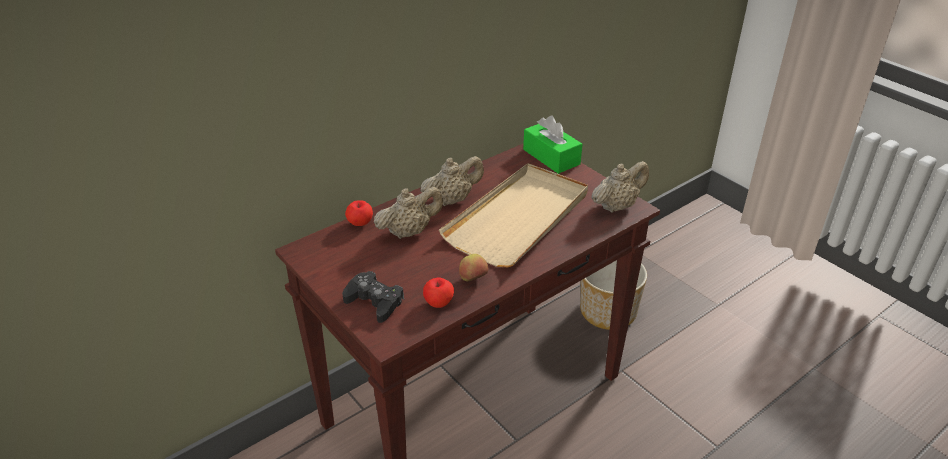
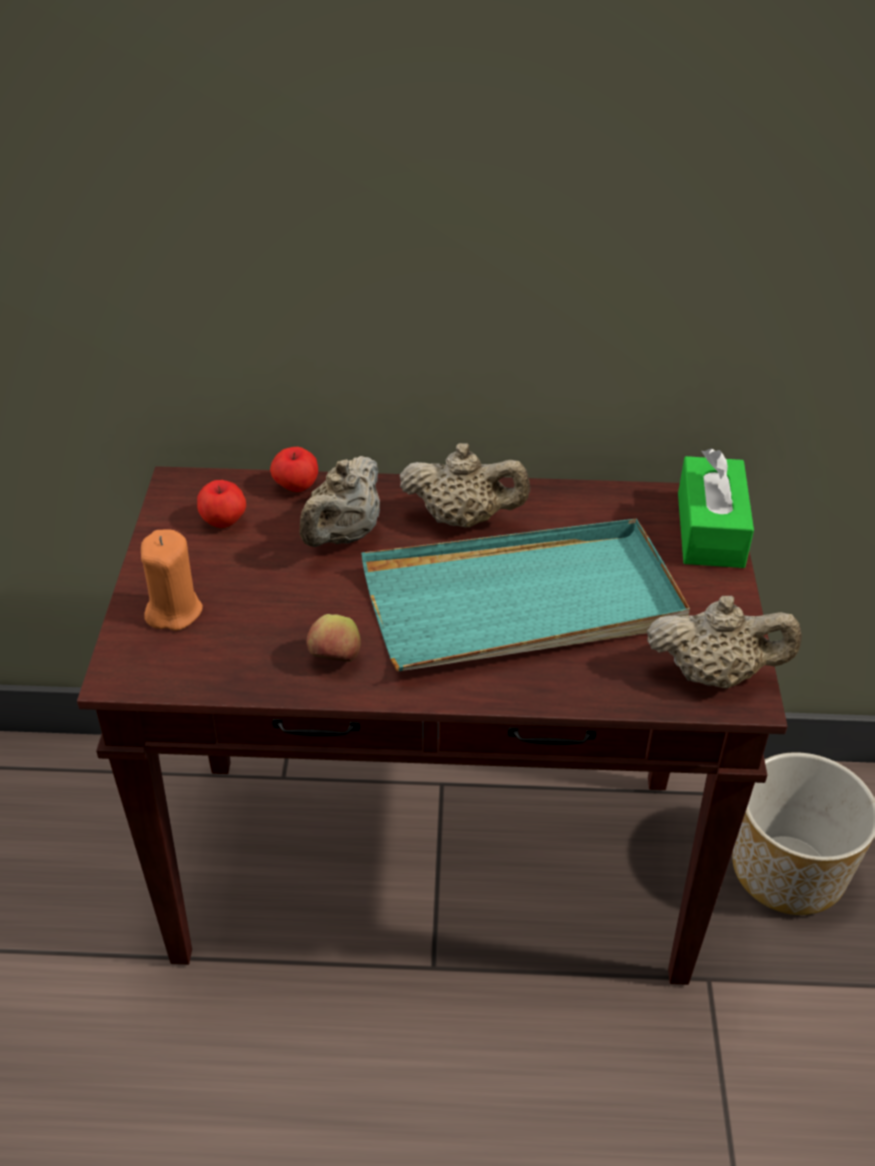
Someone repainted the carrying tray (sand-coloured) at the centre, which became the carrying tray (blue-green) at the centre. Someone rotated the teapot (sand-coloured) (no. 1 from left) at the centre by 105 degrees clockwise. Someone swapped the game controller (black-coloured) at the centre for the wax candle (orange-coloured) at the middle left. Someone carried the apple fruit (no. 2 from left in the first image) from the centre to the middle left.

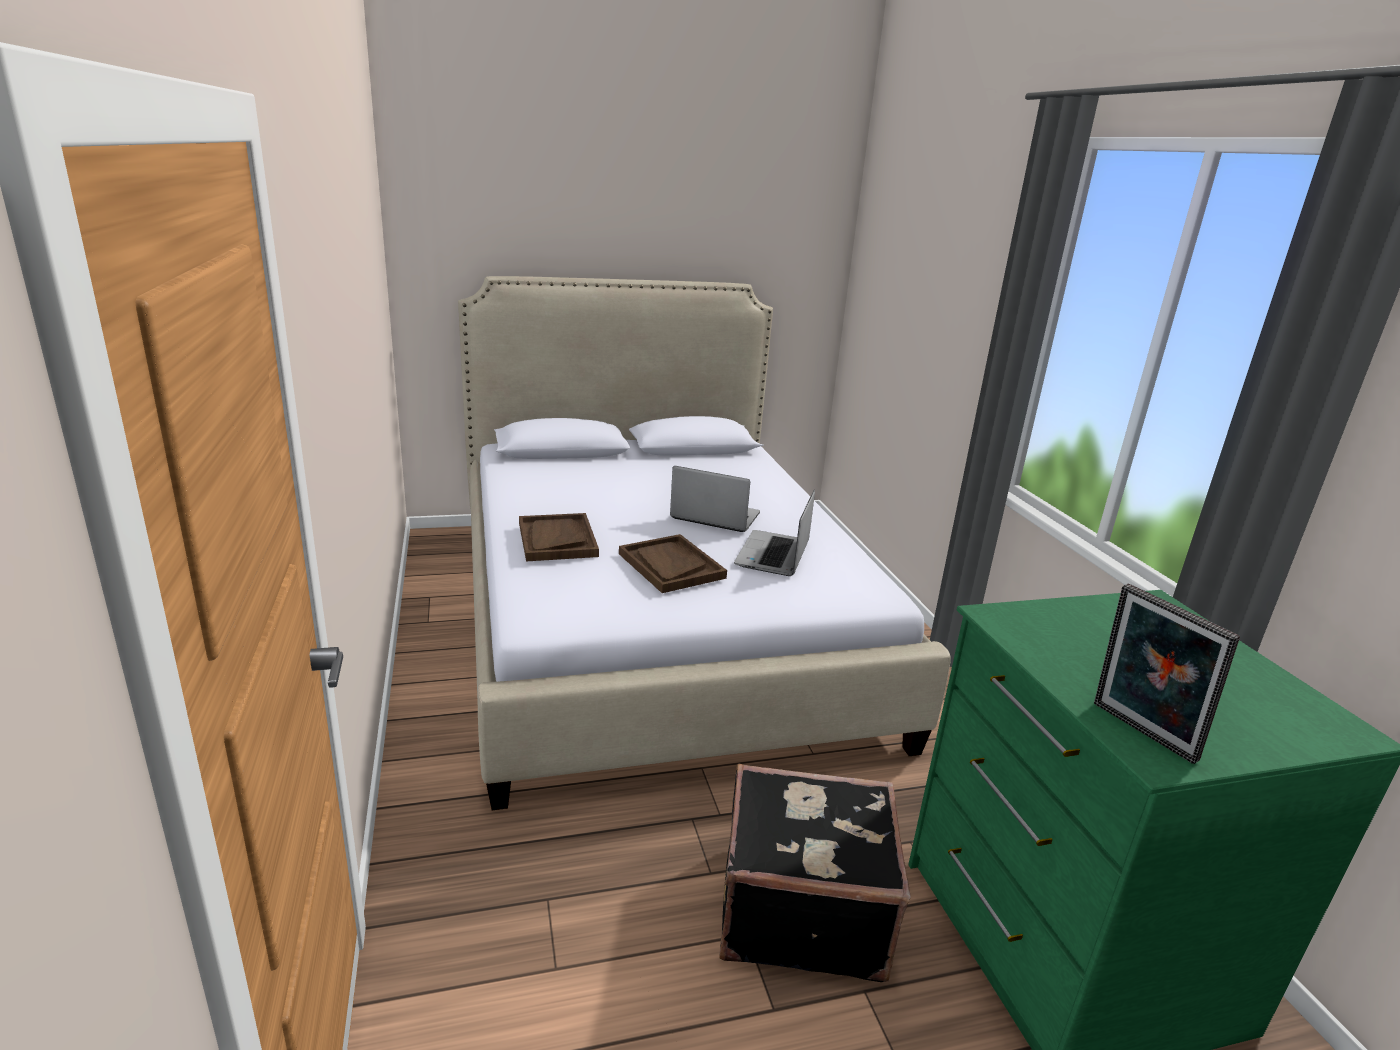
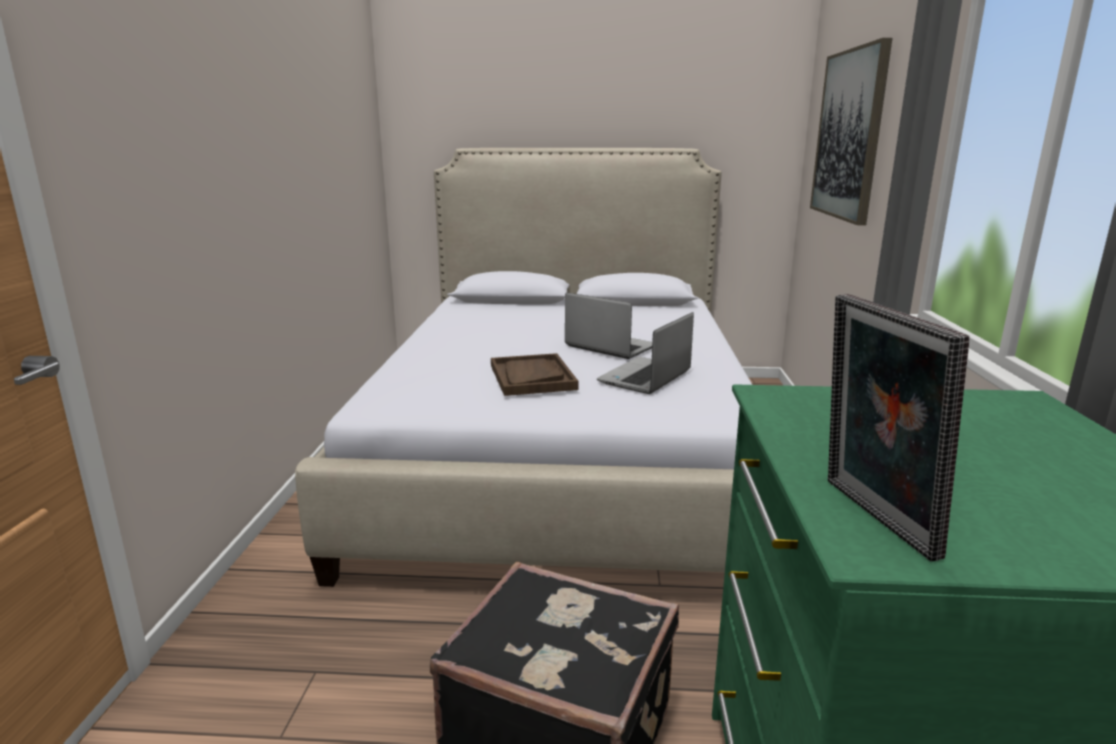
Someone took away the carrying tray (brownish) (no. 1 from left) at the centre. Someone put up the picture at the top right.

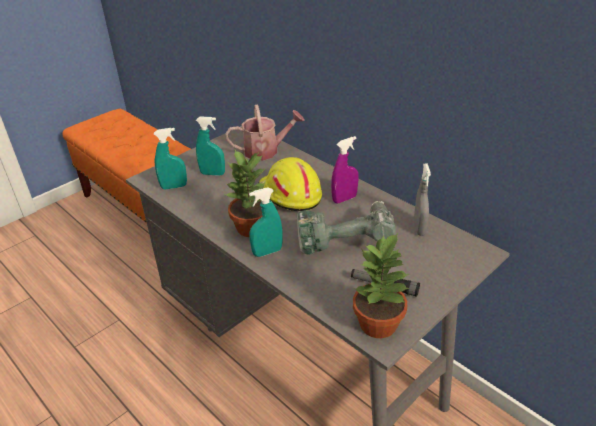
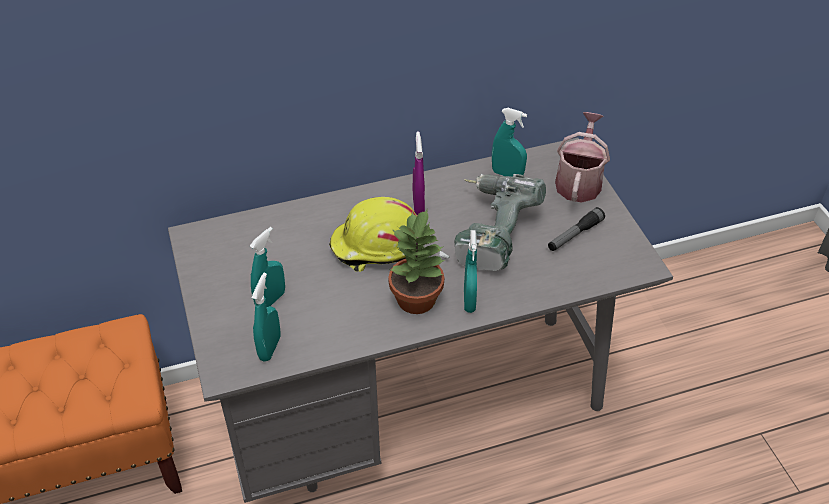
Someone carried the watering can from the top centre to the top right. Someone repainted the sprayer (greyish) at the middle right, which became the sprayer (blue-green) (no. 4 from left) at the top centre. Someone took away the plant in a pot (no. 2 from left) at the bottom centre.

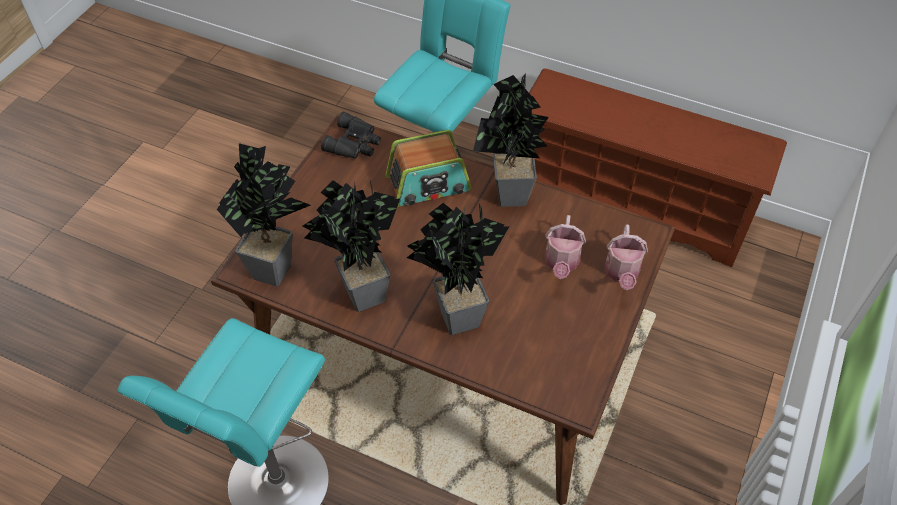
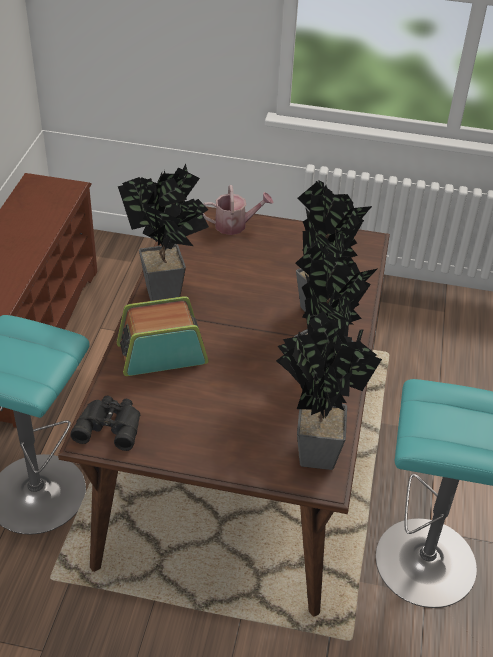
Someone rotated the radio at the top centre by 75 degrees counterclockwise. Someone took away the watering can (no. 1 from left) at the centre.

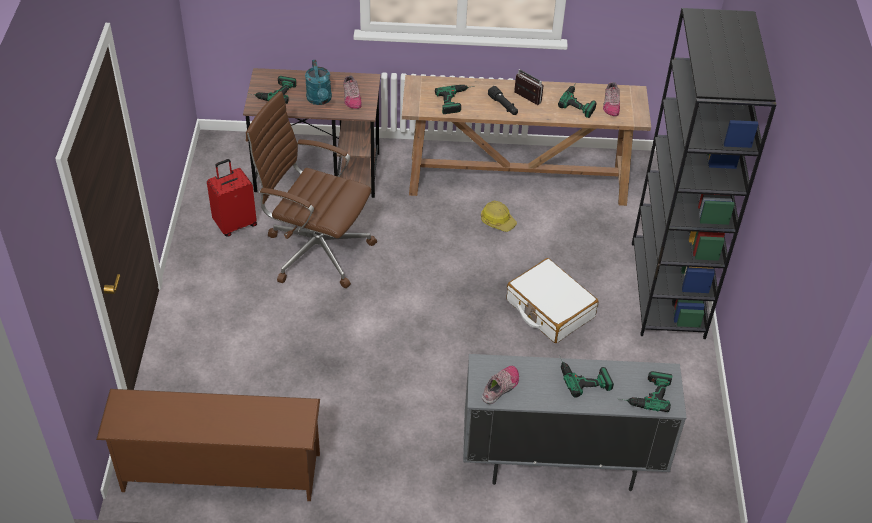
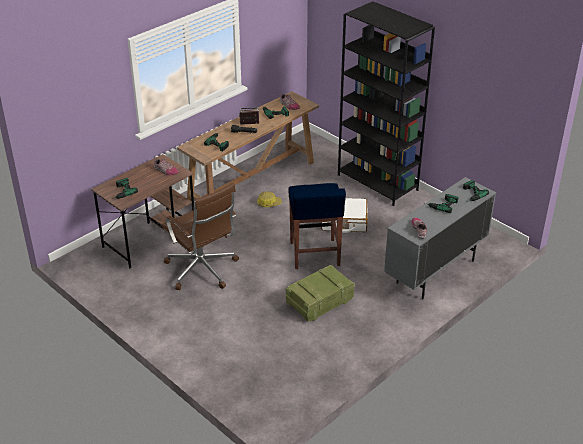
Someone took away the watering can (blue-green) at the top centre. Someone rotated the computer chair (brownish) at the centre by 105 degrees counterclockwise. Someone took away the travel case (red-coloured) at the middle left. Someone took away the shoe rack (brownish) at the bottom left. Someone put down the stool seat (blue-coloured) at the centre. Someone put down the shipping crate at the centre.

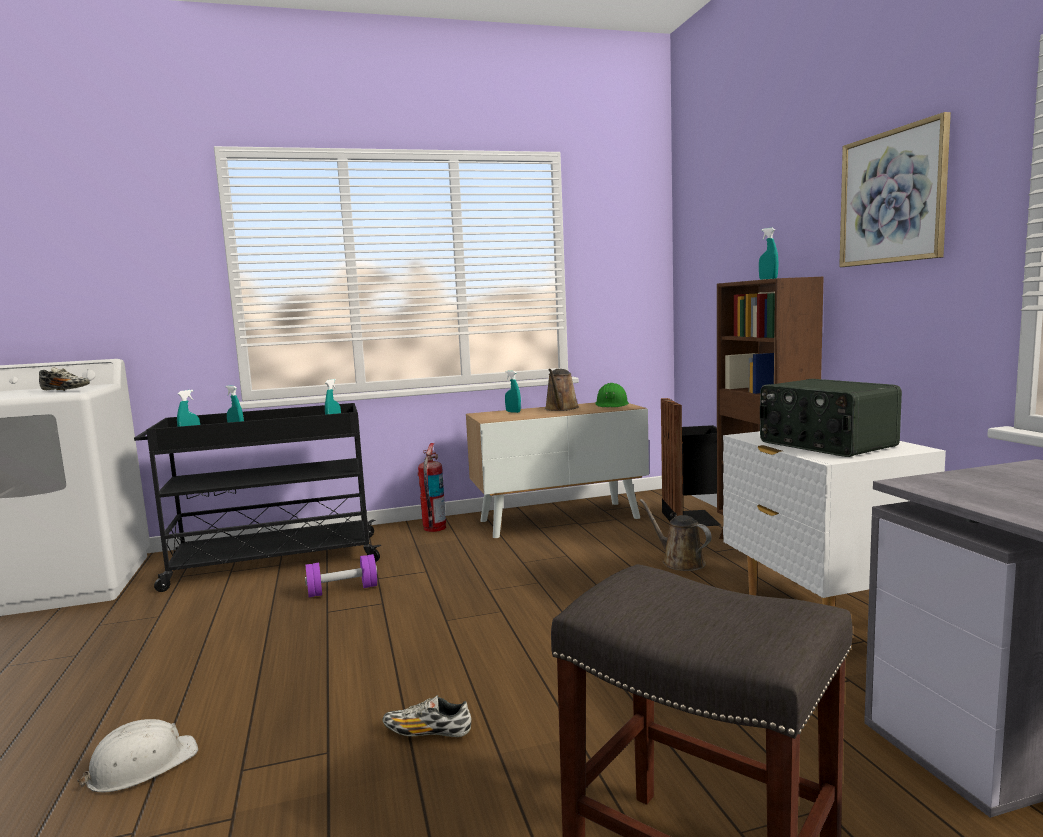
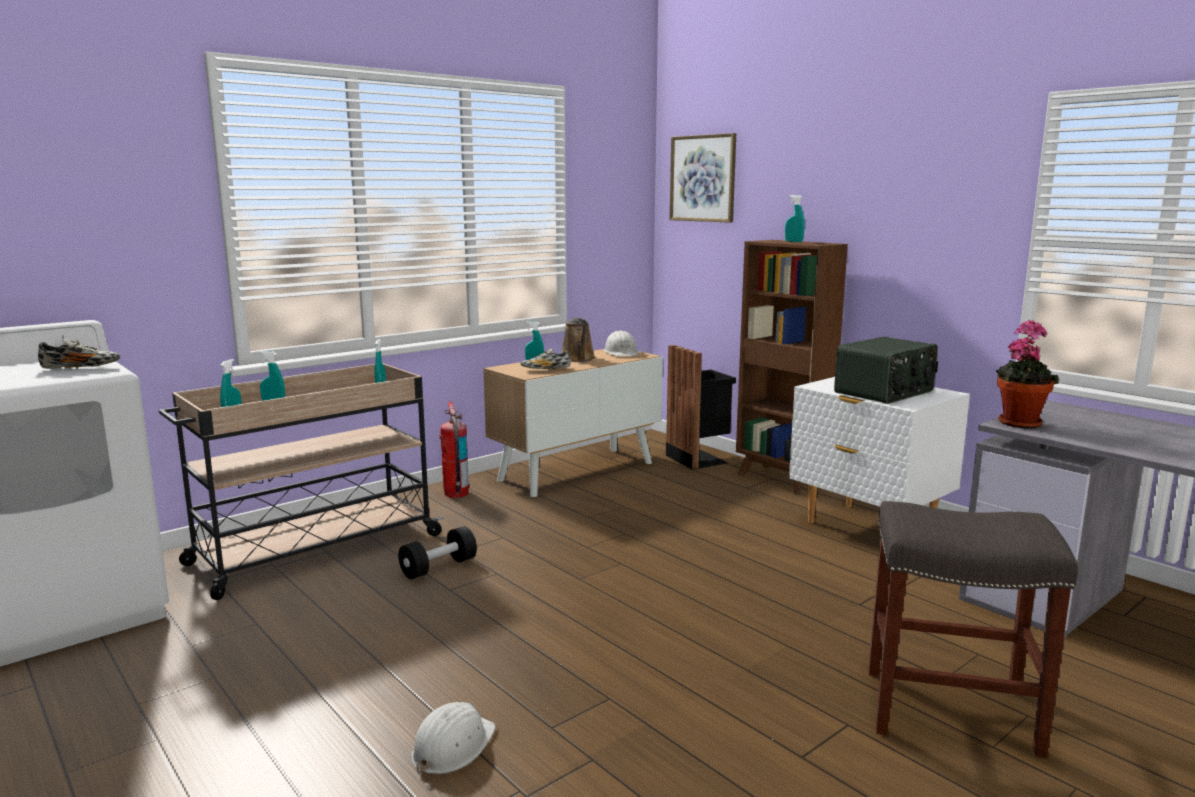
Someone carried the picture from the top right to the top centre. Someone rotated the radio at the middle right by 75 degrees counterclockwise. Someone repainted the hard hat (green) at the centre, which became the hard hat (white-coloured) (no. 2 from left) at the centre. Someone repainted the cart (black-coloured) at the middle left, which became the cart (sand-coloured) at the middle left. Someone took away the watering can (brownish) (no. 2 from left) at the centre. Someone repainted the dumbbell (purple) at the bottom left, which became the dumbbell (black-coloured) at the bottom centre. Someone carried the low shoe (no. 2 from left) from the bottom centre to the centre. Someone put down the plant in a pot at the middle right.

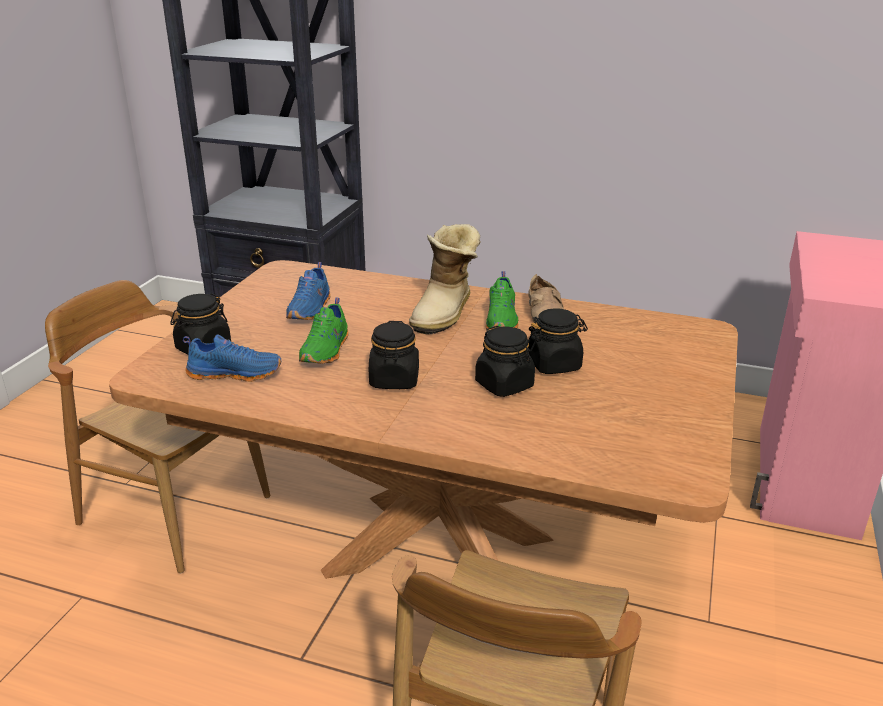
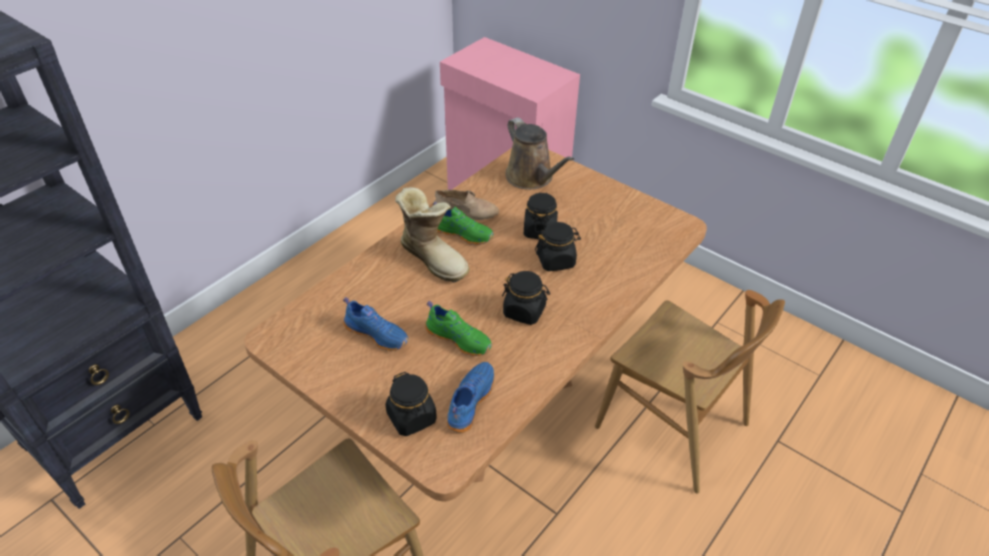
Someone put down the watering can (brownish) at the top centre.

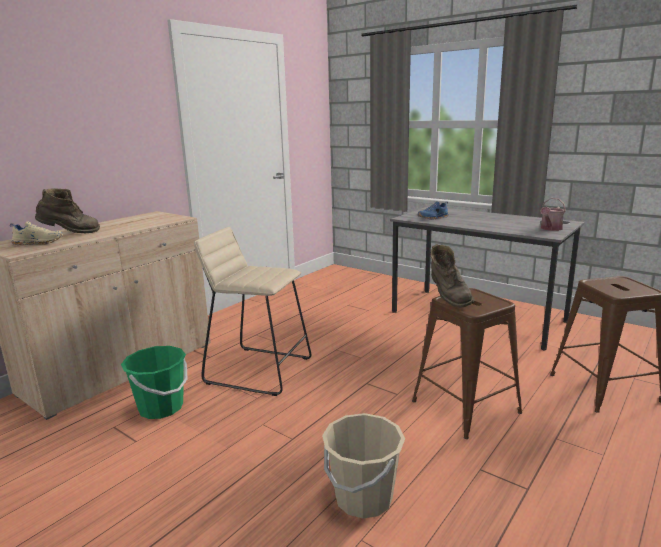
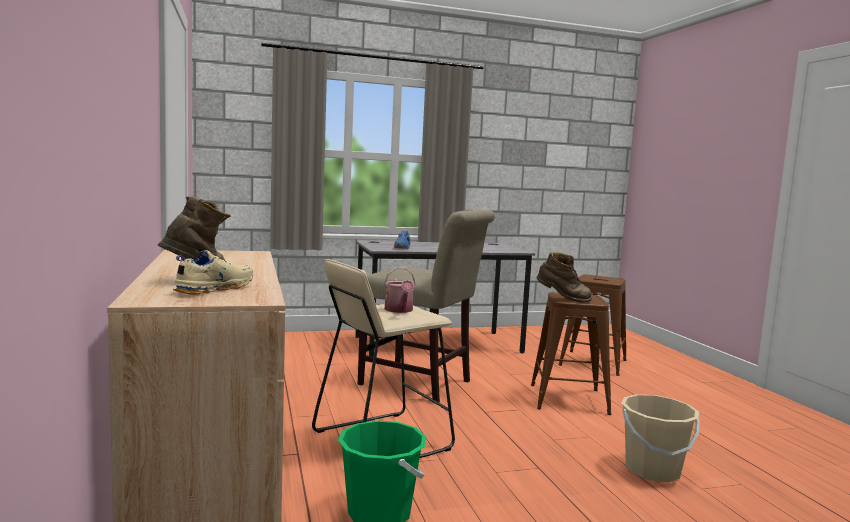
Someone carried the watering can from the middle right to the centre. Someone put down the chair (sand-coloured) at the centre.

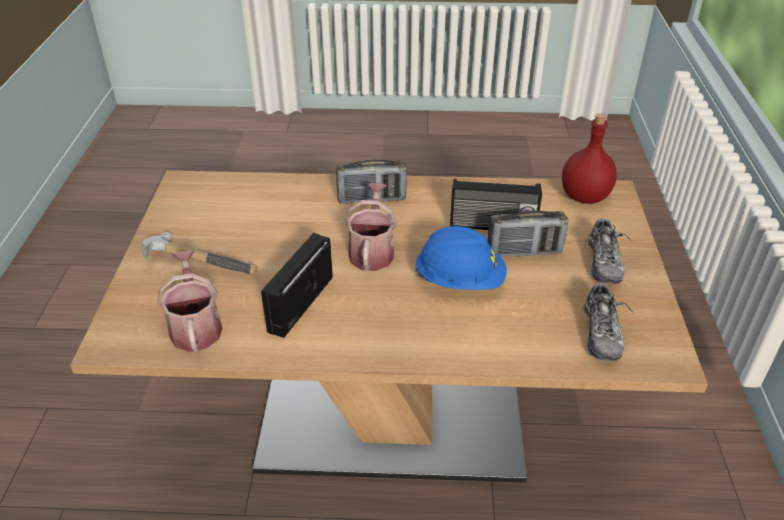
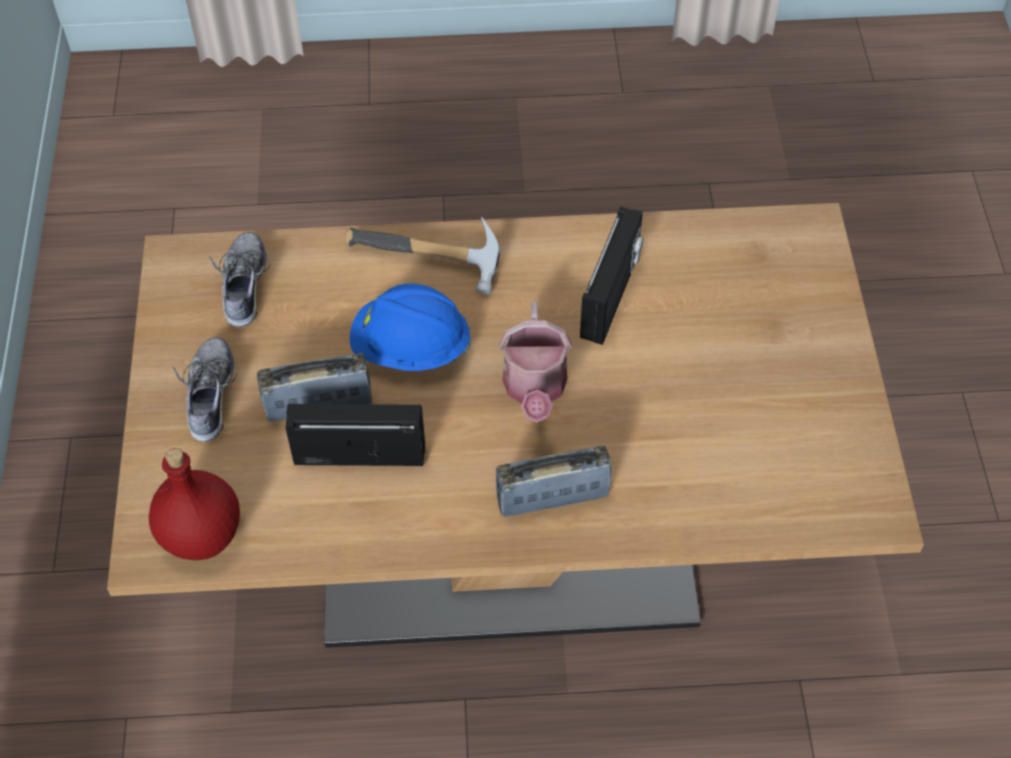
Someone carried the hammer from the middle left to the centre. Someone took away the watering can (no. 1 from left) at the middle left.

